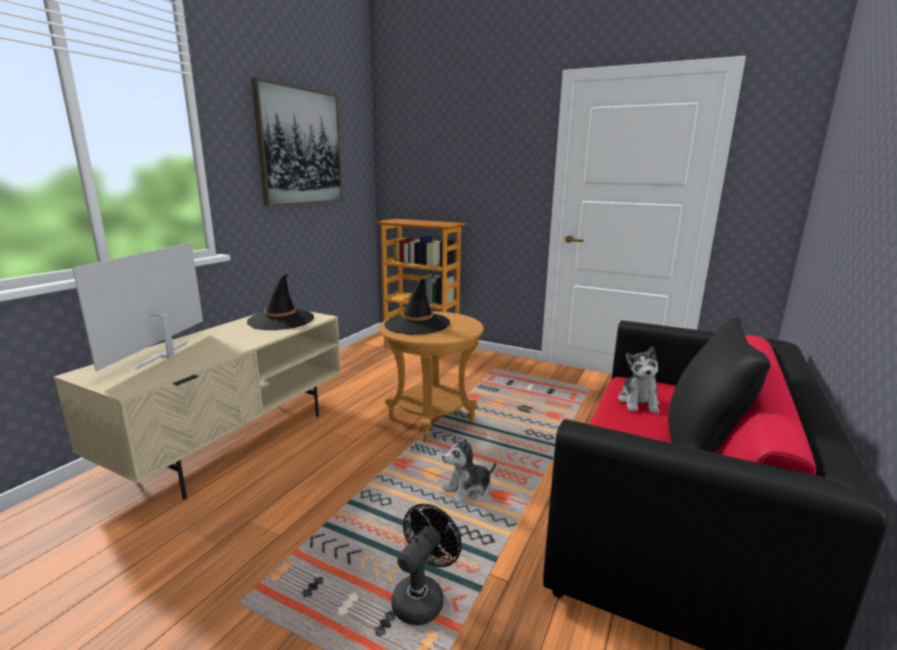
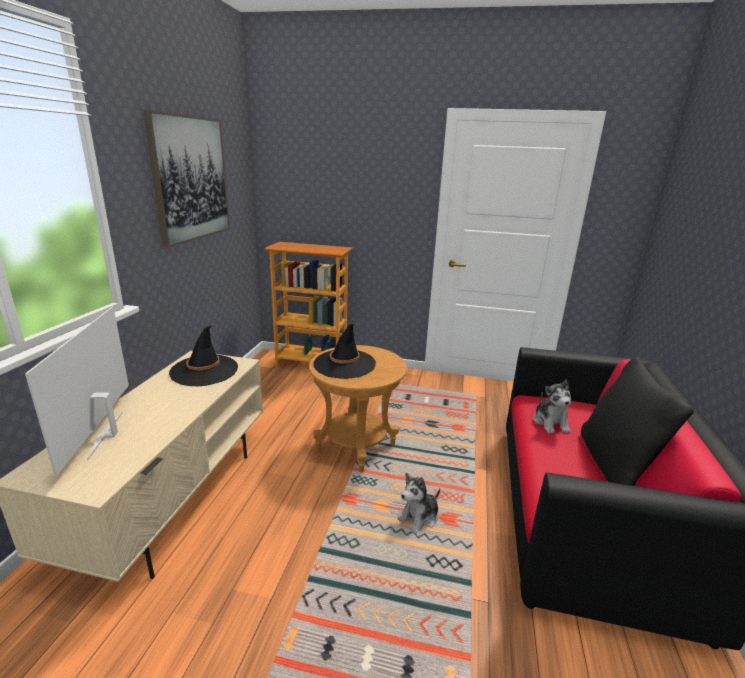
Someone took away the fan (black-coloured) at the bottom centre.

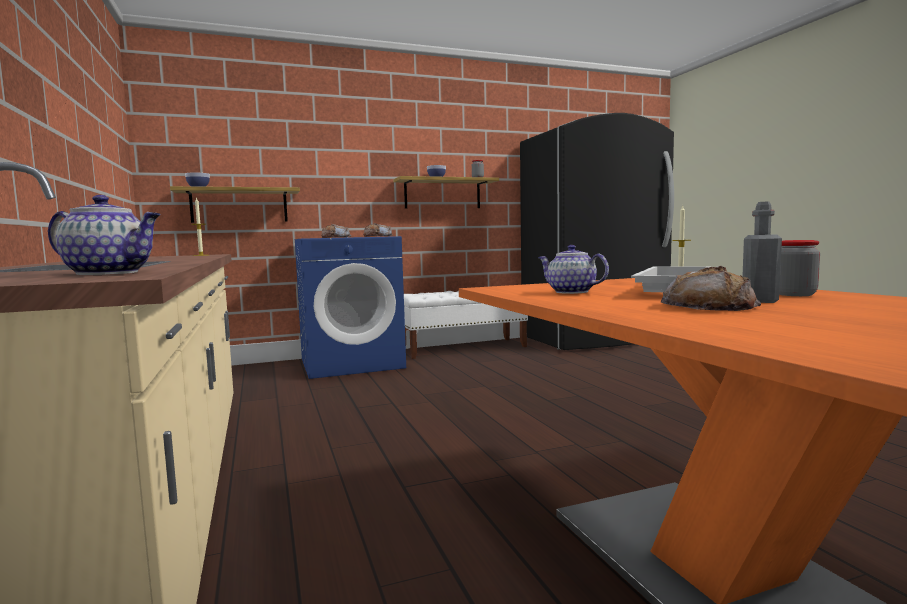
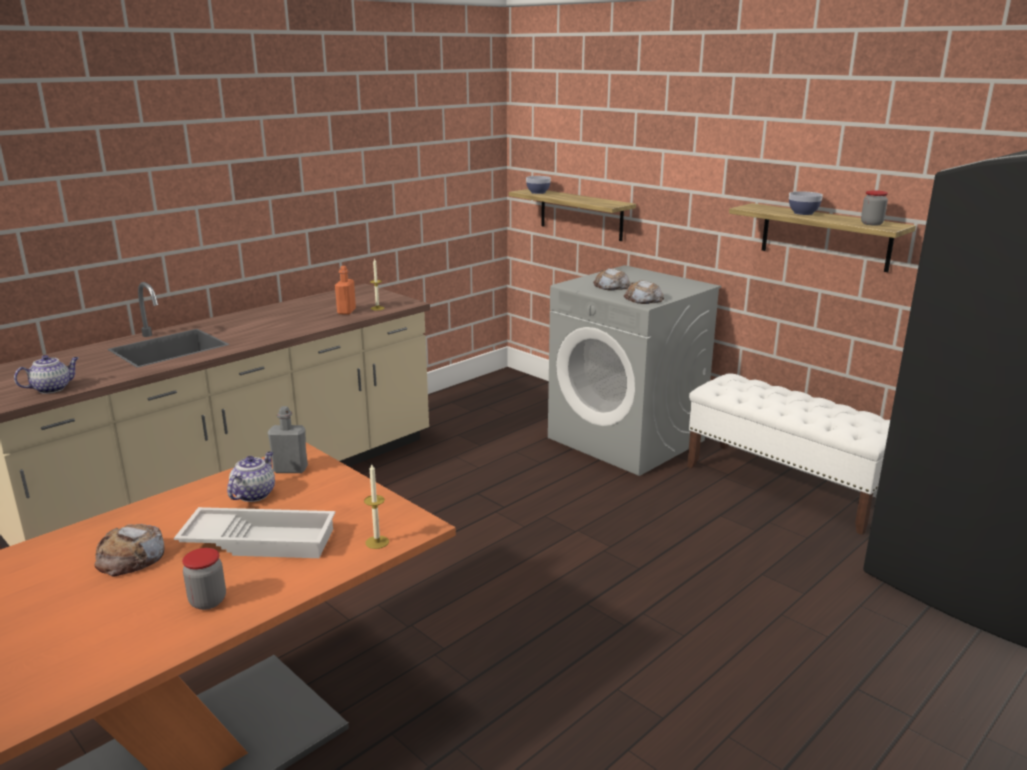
Someone rotated the teapot (no. 1 from left) at the middle left by 120 degrees counterclockwise. Someone carried the beverage bottle (greyish) from the middle right to the middle left. Someone repainted the laundry machine (blue-coloured) at the centre, which became the laundry machine (greyish) at the centre. Someone put down the beverage bottle (orange-coloured) at the centre.

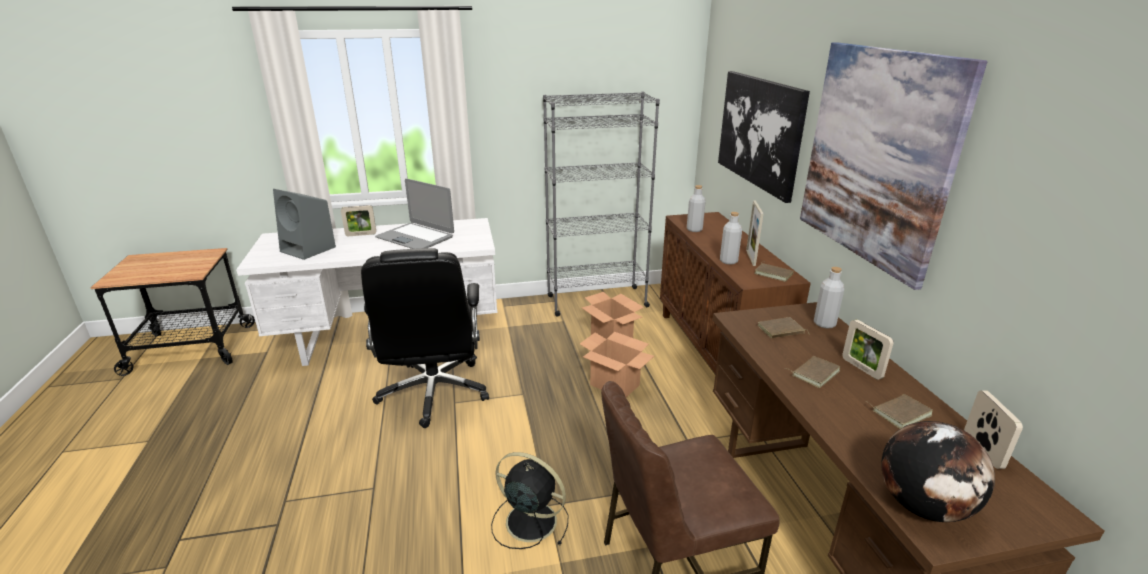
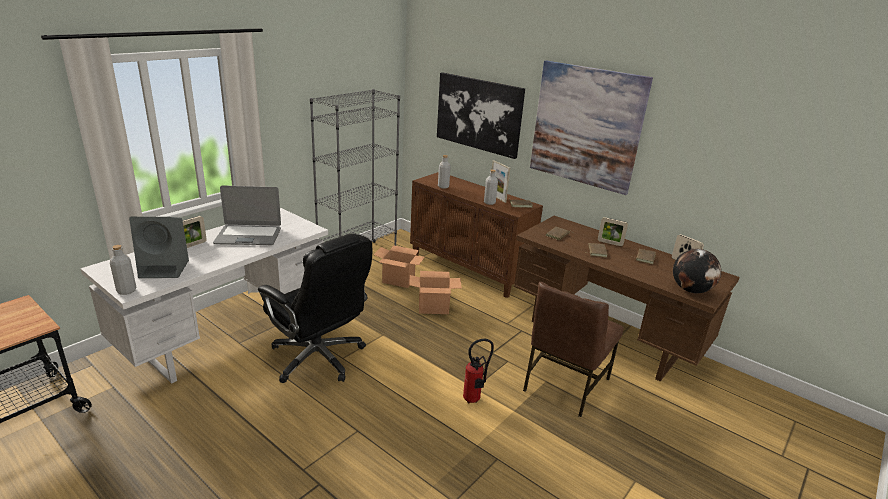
Someone carried the beverage bottle (greyish) (no. 3 from left in the first image) from the middle right to the middle left. Someone swapped the fan (black-coloured) at the bottom centre for the fire-fighting cylinder at the bottom centre.

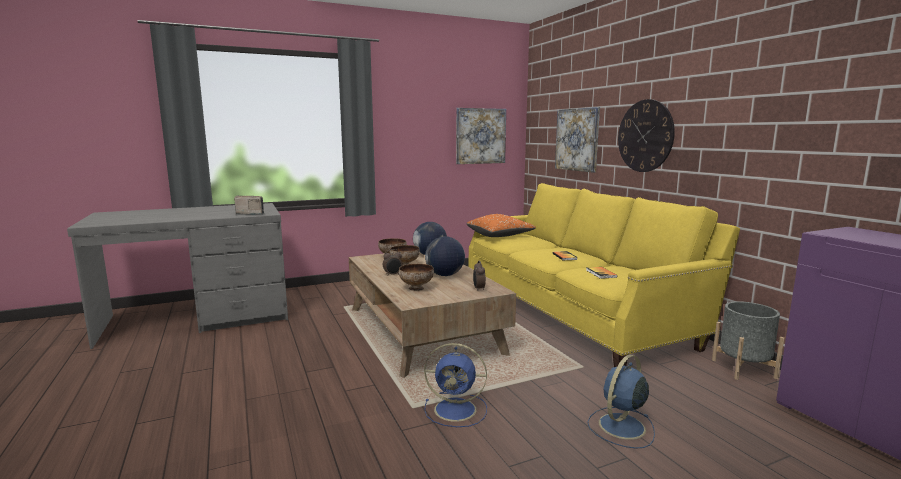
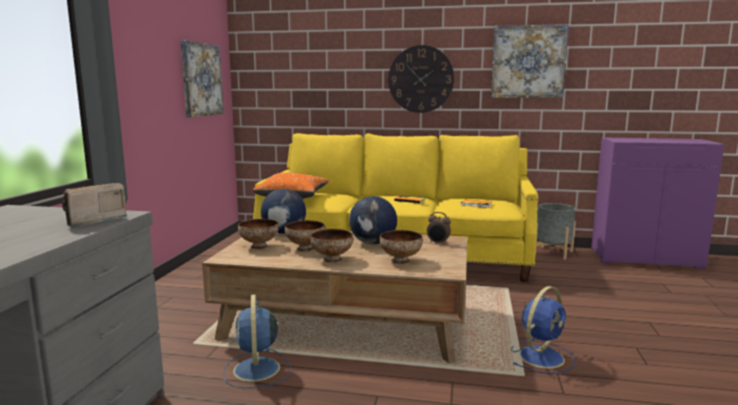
Someone carried the picture (no. 2 from left) from the top centre to the top right. Someone swapped the bedside clock (no. 1 from left) at the centre for the serving bowl (no. 3 from left) at the centre. Someone carried the fan (blue-coloured) (no. 2 from left in the first image) from the bottom right to the bottom centre.

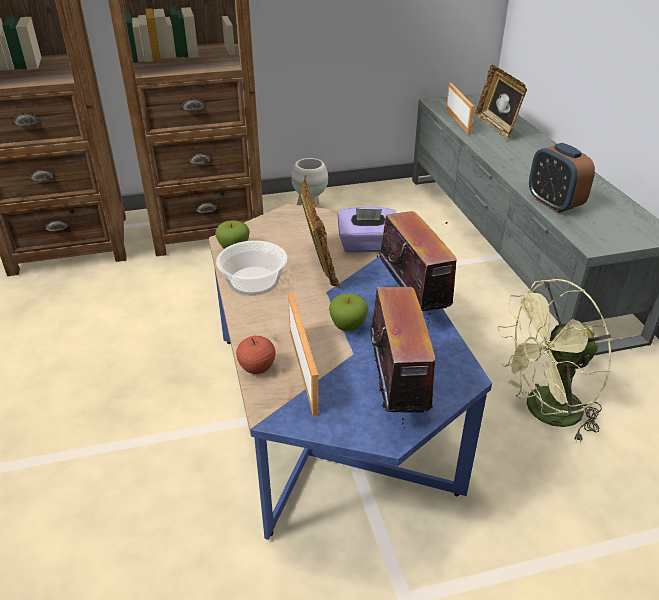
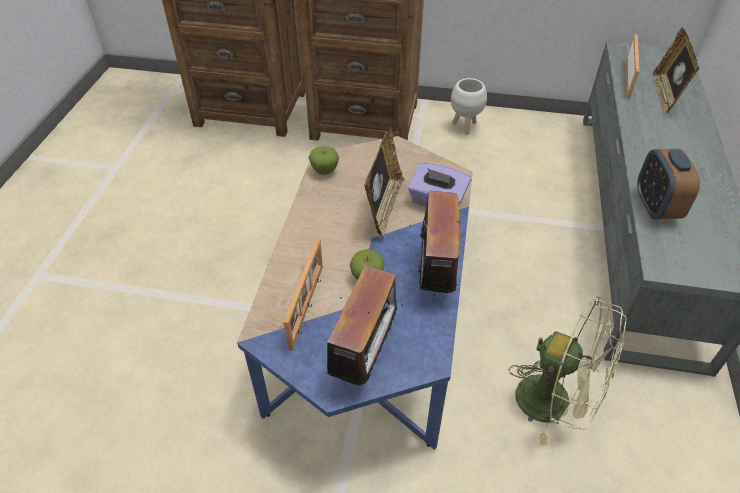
Someone took away the serving bowl at the centre. Someone rotated the fan (green) at the middle right by 150 degrees counterclockwise. Someone took away the apple fruit (no. 2 from left) at the centre.

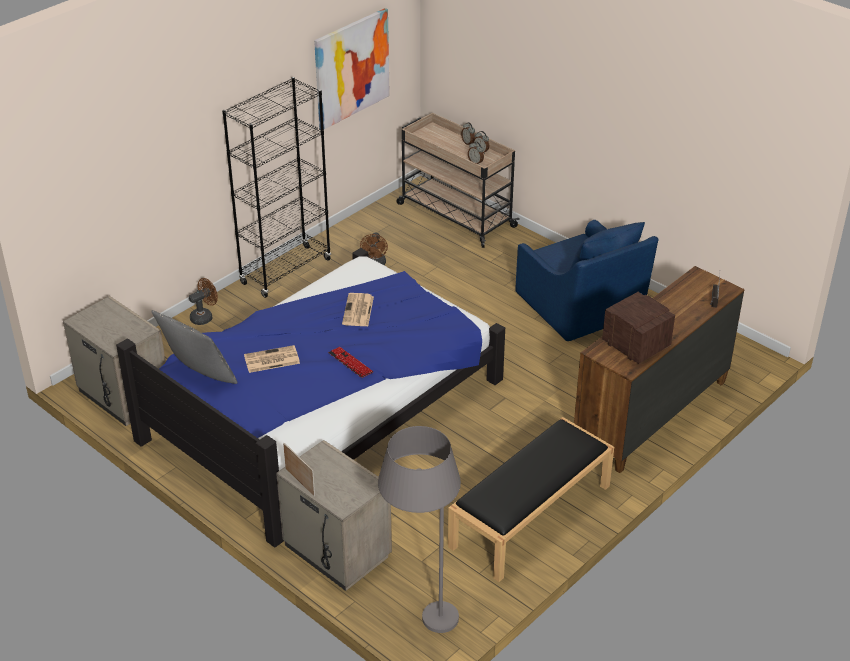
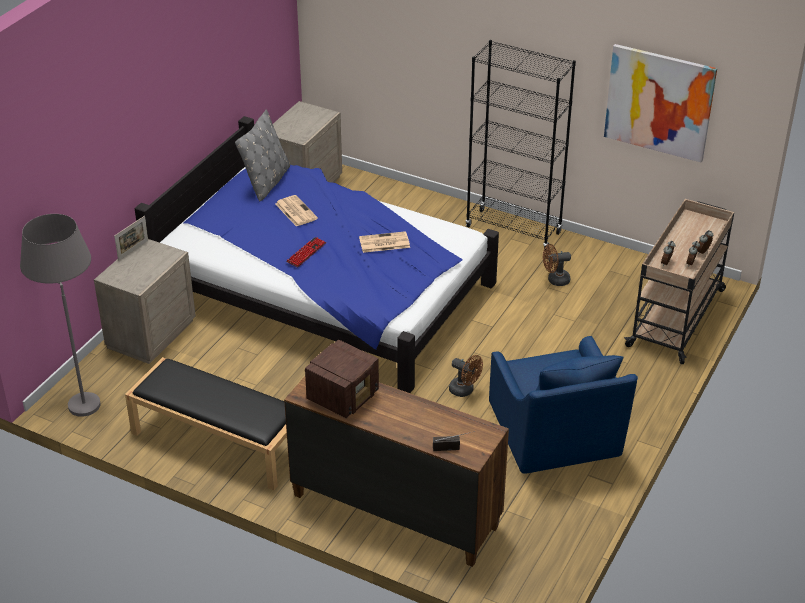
Someone rotated the lounge chair (blue-coloured) at the middle right by 60 degrees counterclockwise. Someone carried the fan (brownish) (no. 1 from left) from the middle left to the centre.

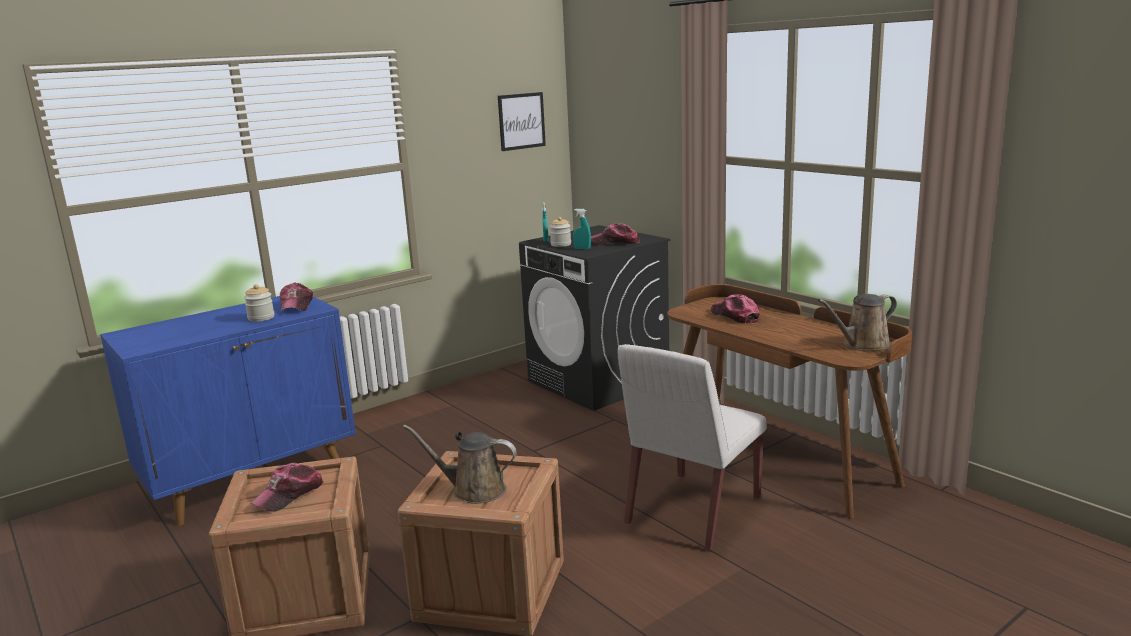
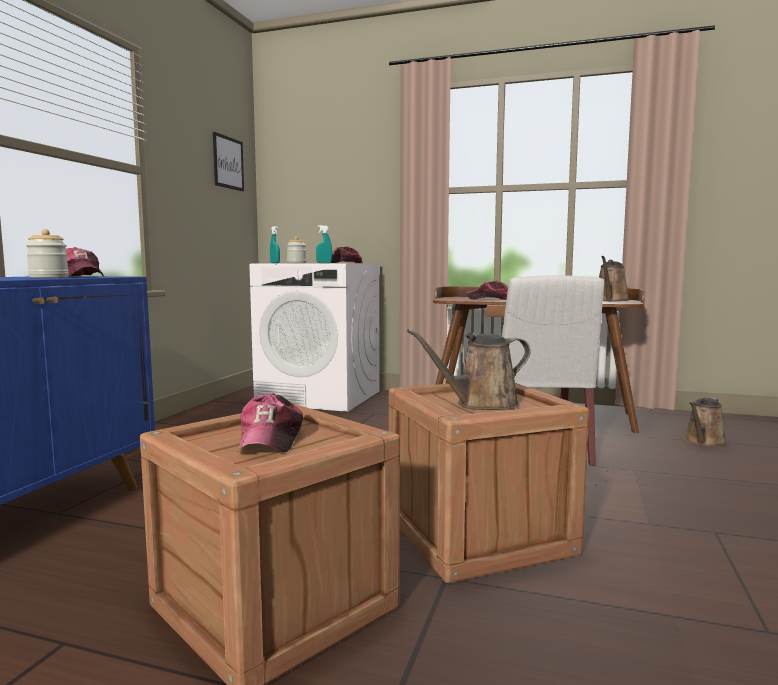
Someone repainted the laundry machine (black-coloured) at the centre, which became the laundry machine (white-coloured) at the centre. Someone put down the watering can (brownish) (no. 3 from left) at the middle right.

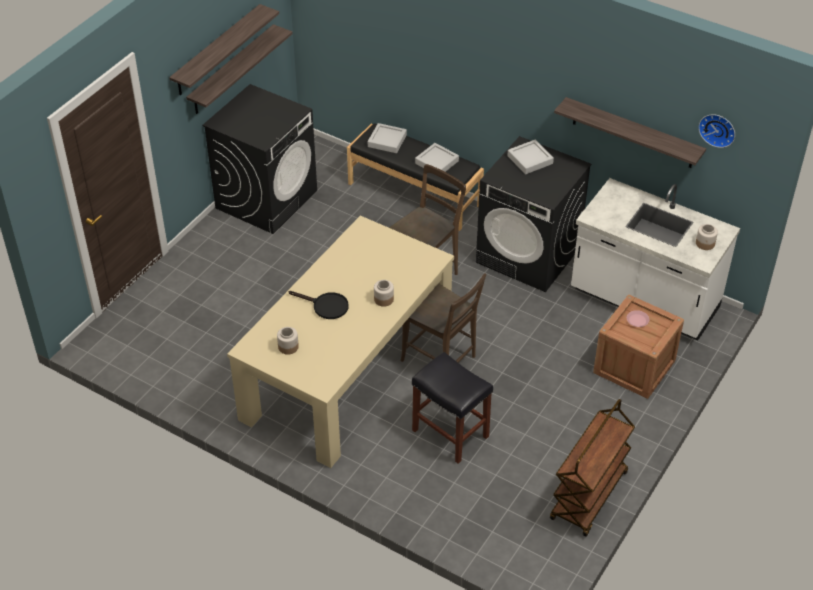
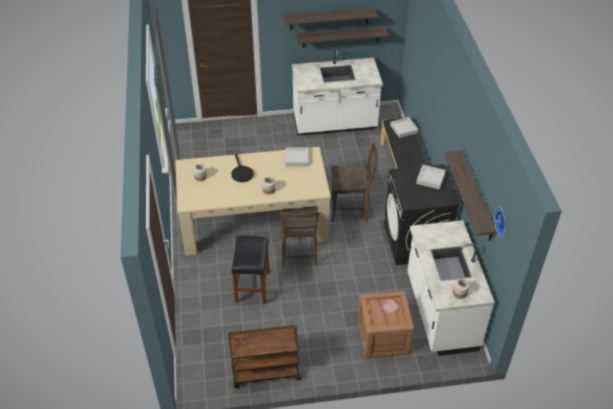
Someone swapped the laundry machine (black-coloured) (no. 1 from left) at the top left for the kitchen base unit (white-coloured) (no. 1 from left) at the top centre. Someone carried the carrying tray (greyish) (no. 2 from left in the first image) from the top centre to the centre.

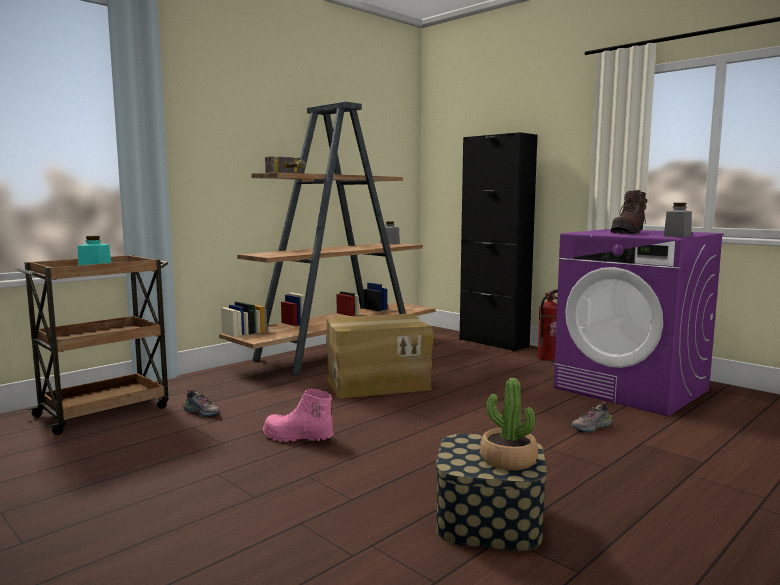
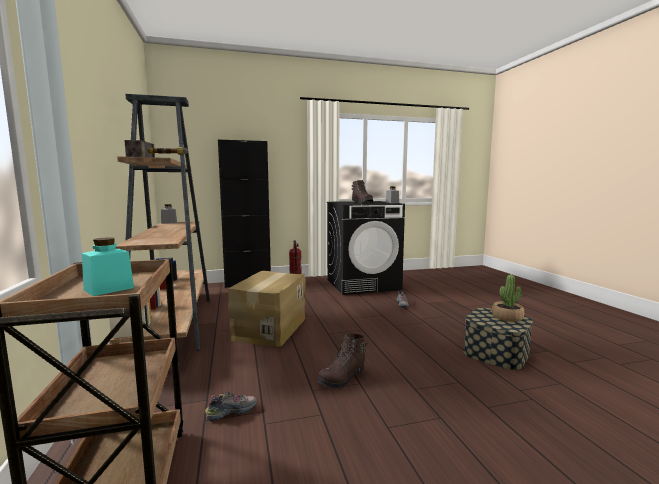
Someone repainted the laundry machine (purple) at the middle right, which became the laundry machine (black-coloured) at the centre. Someone repainted the high-top boot (pink-coloured) at the bottom centre, which became the high-top boot (brownish) (no. 1 from left) at the bottom centre.

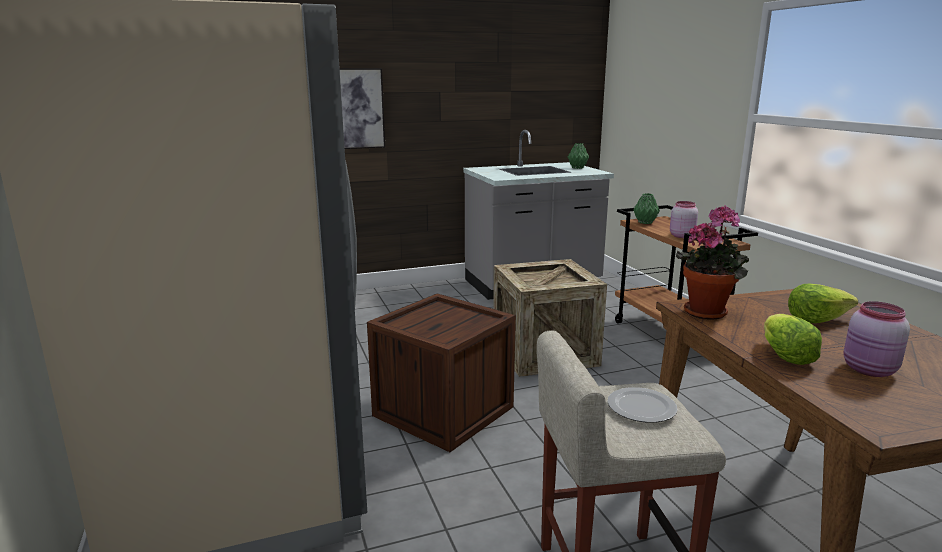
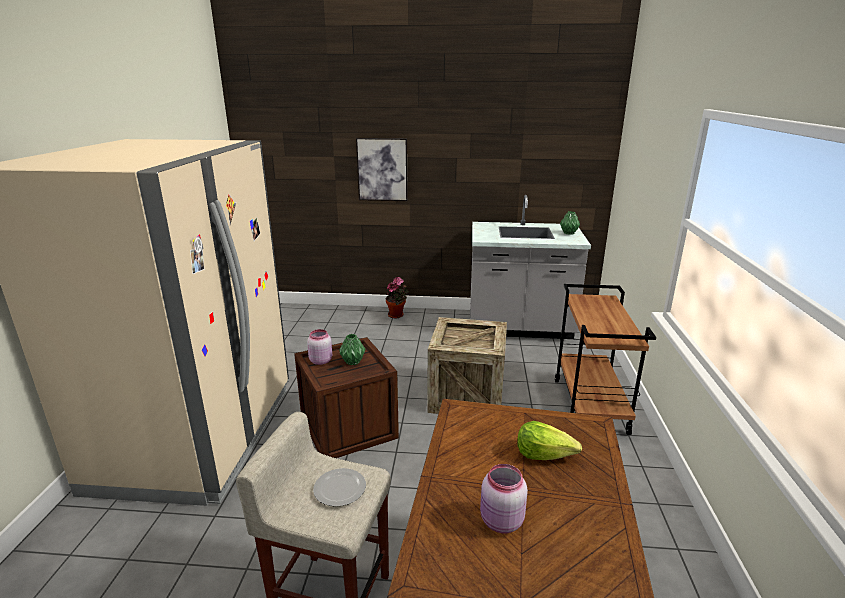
Someone carried the decorative vase (green) (no. 2 from left in the first image) from the middle right to the centre. Someone carried the jar (pink-coloured) (no. 1 from left) from the middle right to the centre. Someone carried the plant in a pot from the middle right to the centre. Someone took away the lettuce head (no. 1 from left) at the middle right.

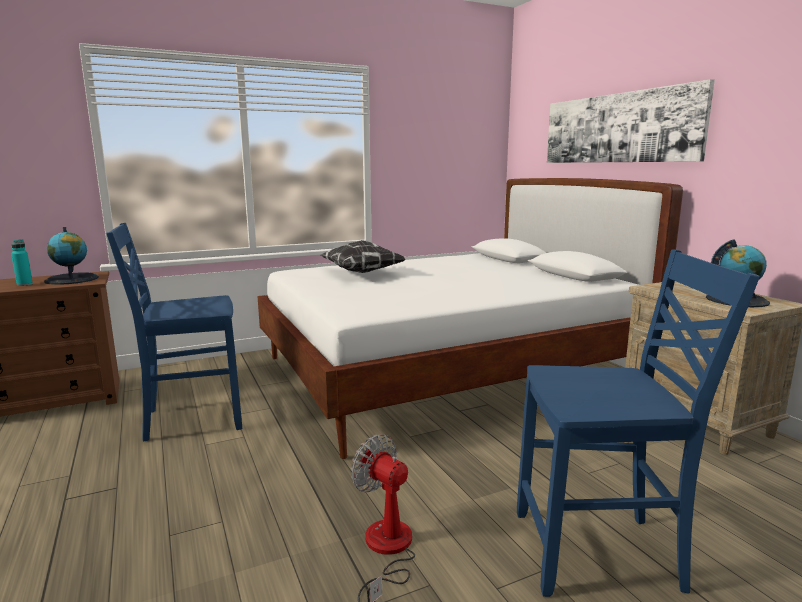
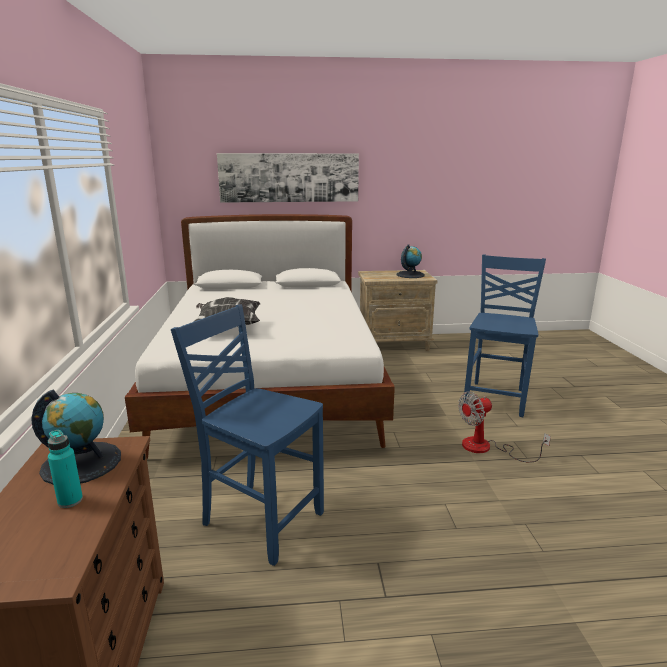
Someone rotated the chair (blue-coloured) (no. 1 from left) at the middle left by 120 degrees clockwise.

